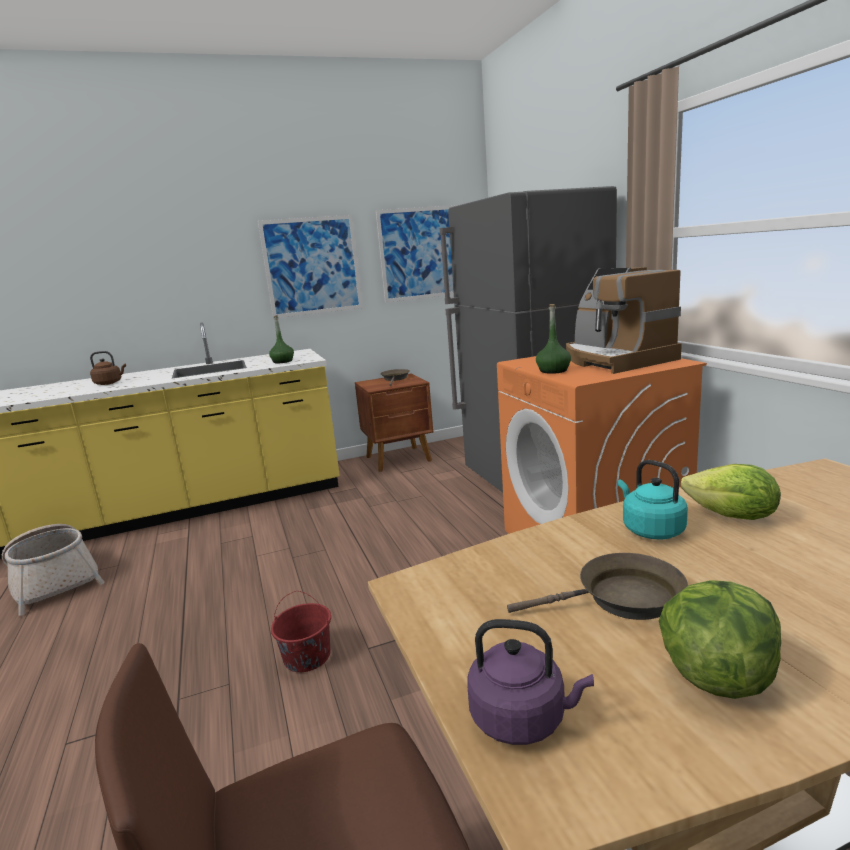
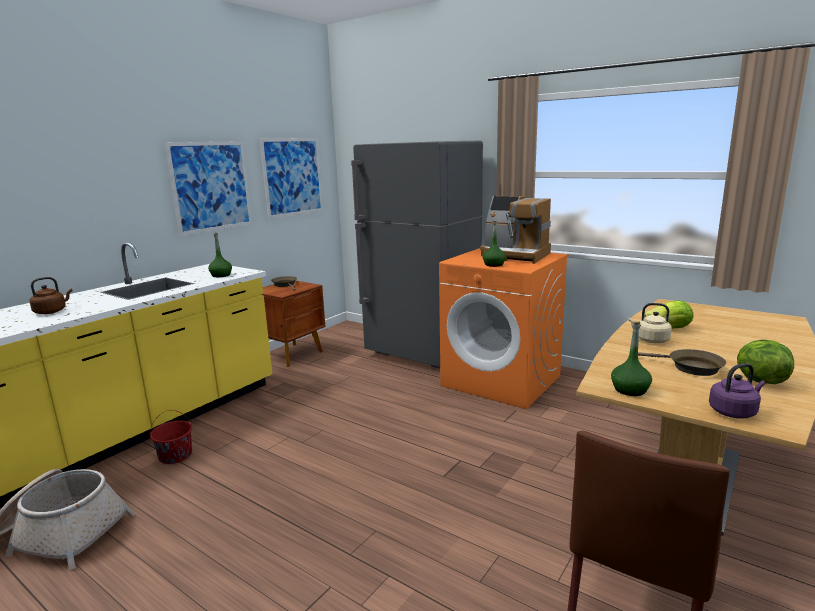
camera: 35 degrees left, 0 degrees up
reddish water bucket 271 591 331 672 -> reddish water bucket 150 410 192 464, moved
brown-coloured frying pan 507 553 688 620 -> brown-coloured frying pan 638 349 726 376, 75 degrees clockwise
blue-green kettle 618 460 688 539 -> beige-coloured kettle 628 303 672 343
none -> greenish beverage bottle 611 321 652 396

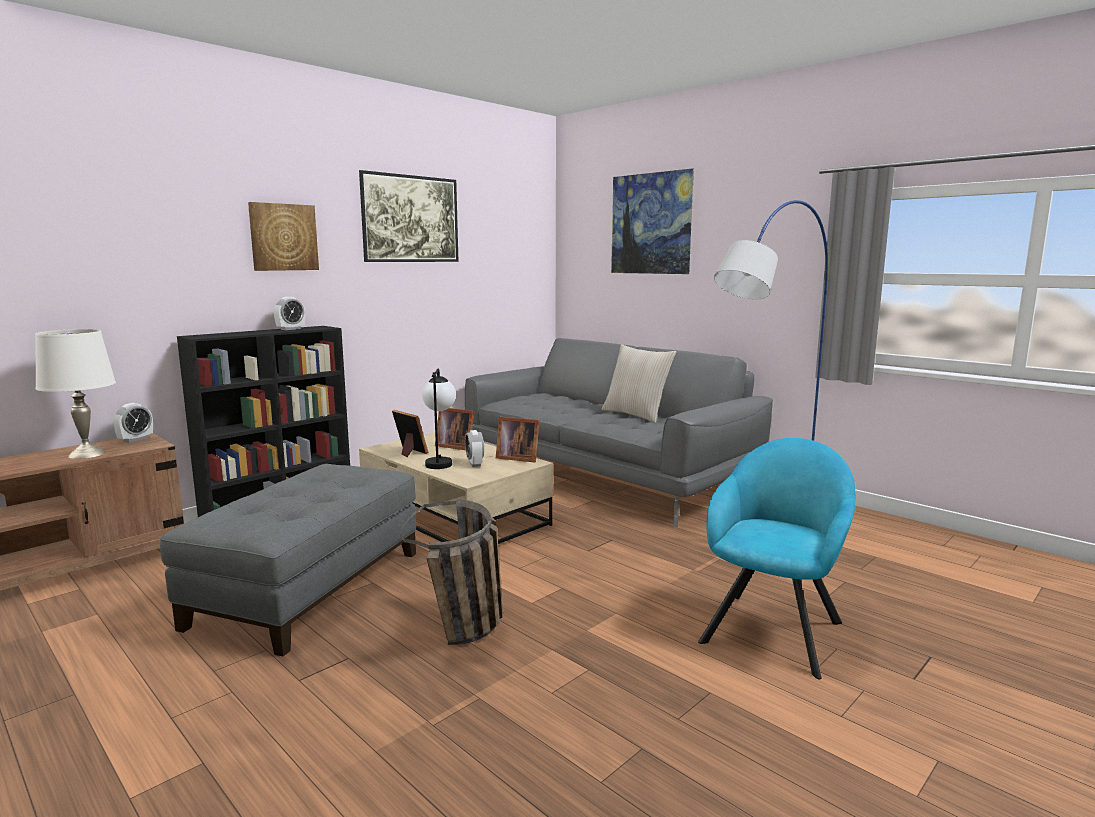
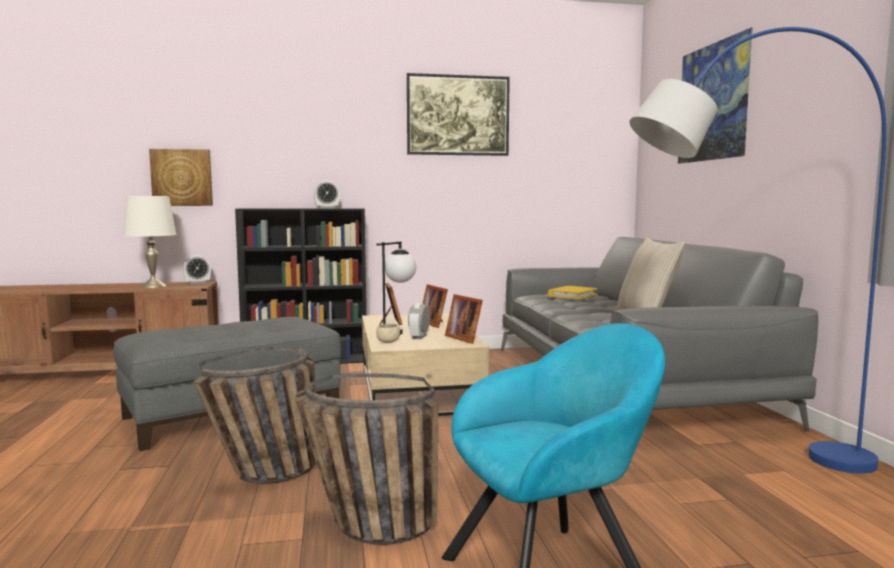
camera: 35 degrees right, 5 degrees down
wall picture 248 202 319 271 -> wall picture 149 149 213 206, moved
none -> basket 295 373 439 545
none -> beige-coloured serving bowl 376 324 400 343
none -> yellow volume 548 286 597 300

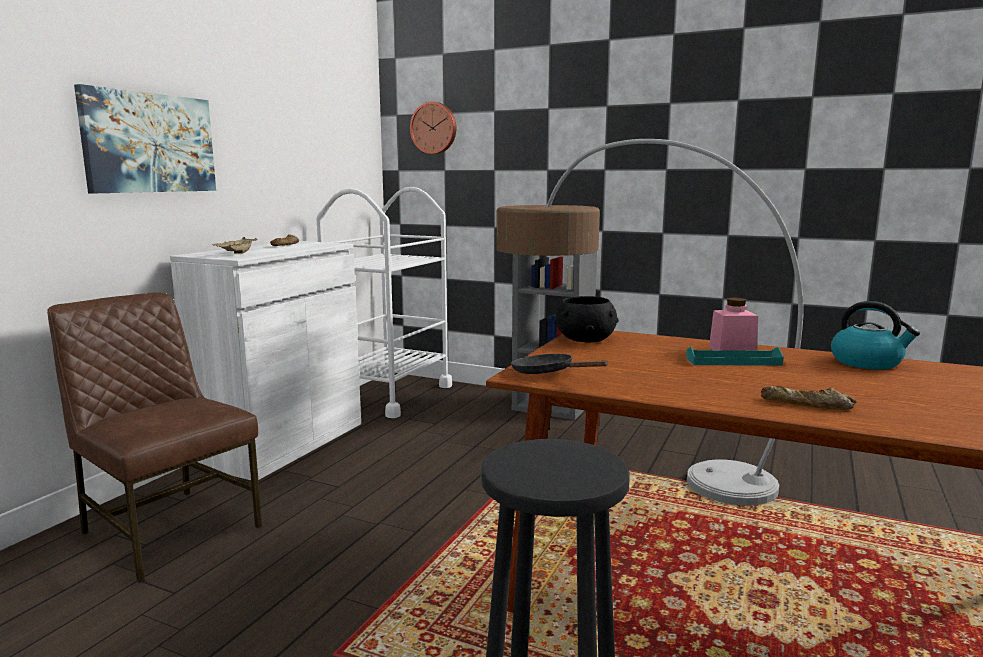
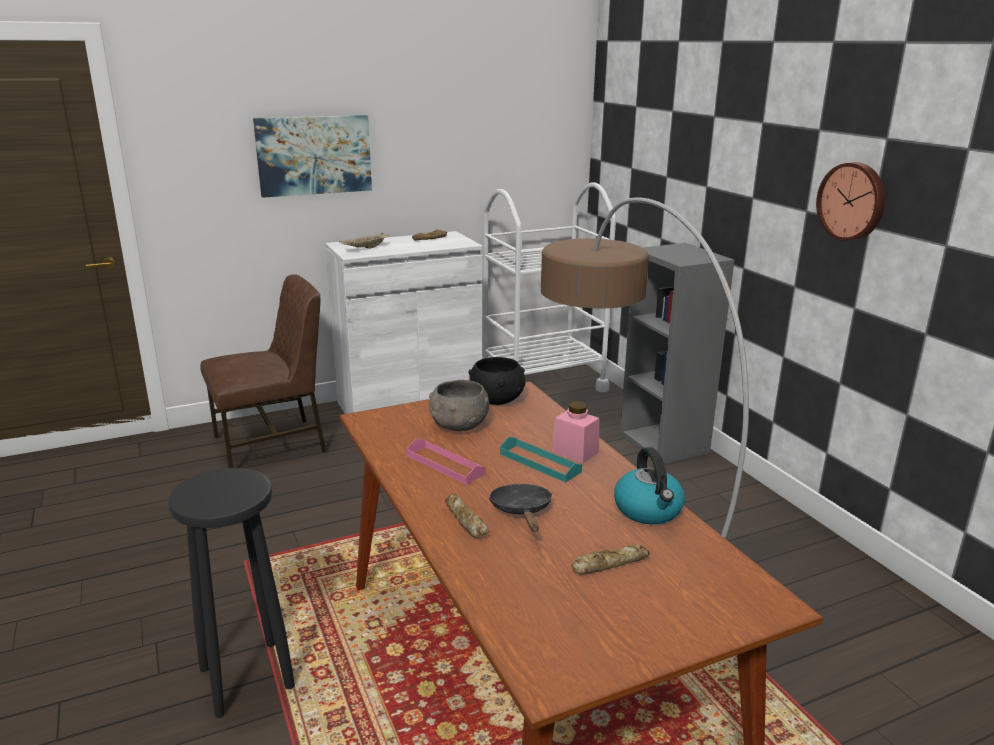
camera: 40 degrees right, 10 degrees up
brown-coloured chair 47 292 262 583 -> brown-coloured chair 200 274 327 468, 75 degrees clockwise
hanging clock 410 102 456 154 -> hanging clock 816 162 885 241, moved
black-coloured frying pan 511 353 609 374 -> black-coloured frying pan 489 484 552 532, moved
none -> pink carrying tray 406 439 485 485
none -> greyish serving bowl 429 380 489 431
none -> bakery bread 571 544 650 574

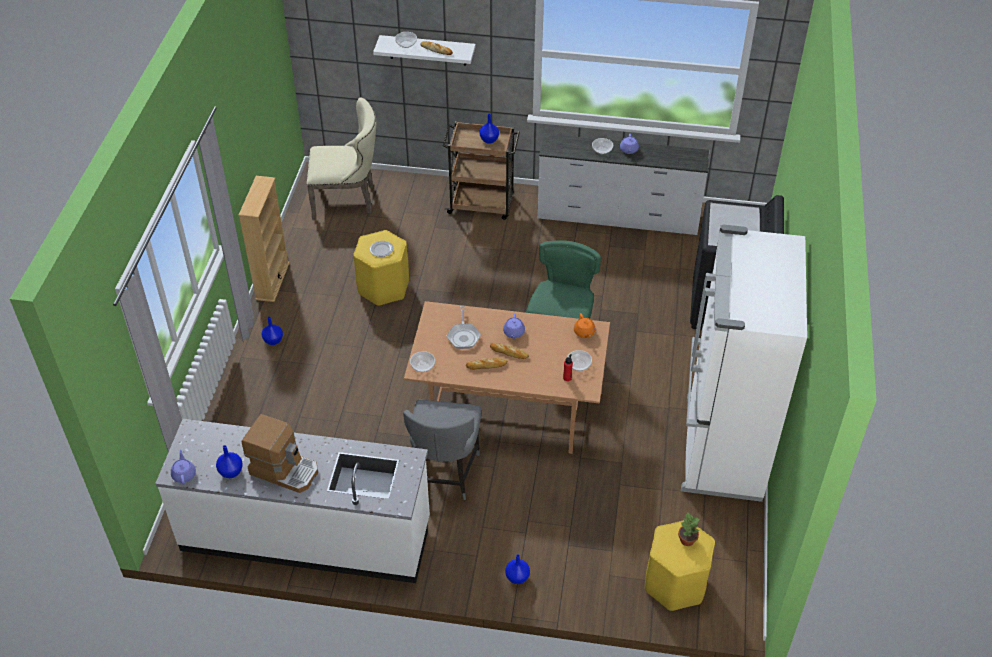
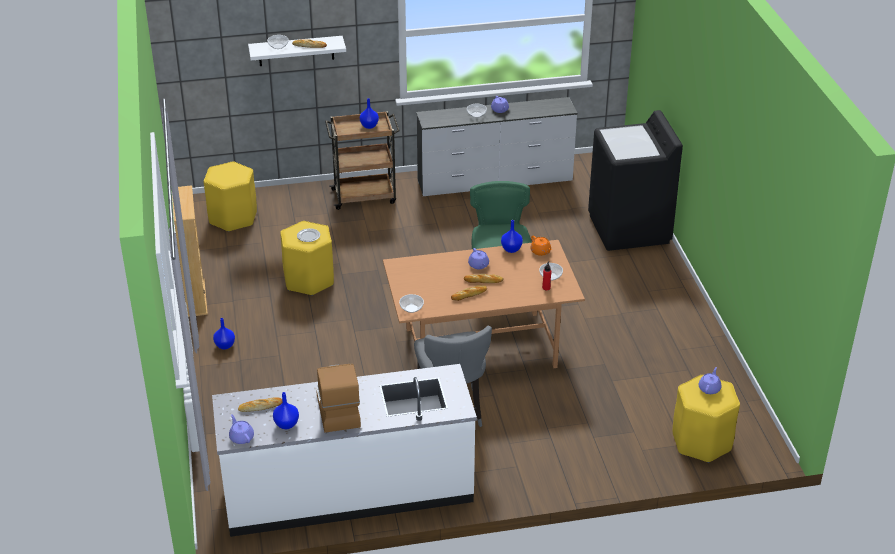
camera: 20 degrees left, 10 degrees down
coffee machine 242 414 318 493 -> coffee machine 316 364 361 433, 105 degrees counterclockwise
beige-coloured chair 307 98 376 219 -> yellow stool 204 161 257 232
frying pan 447 306 481 349 -> none
blue flower vase 505 554 530 584 -> blue flower vase 501 220 523 253, moved
plant in a pot 678 512 700 546 -> purplish tea pot 699 367 721 394
white-coloured fridge 681 225 807 502 -> none
none -> bakery bread 238 398 282 412

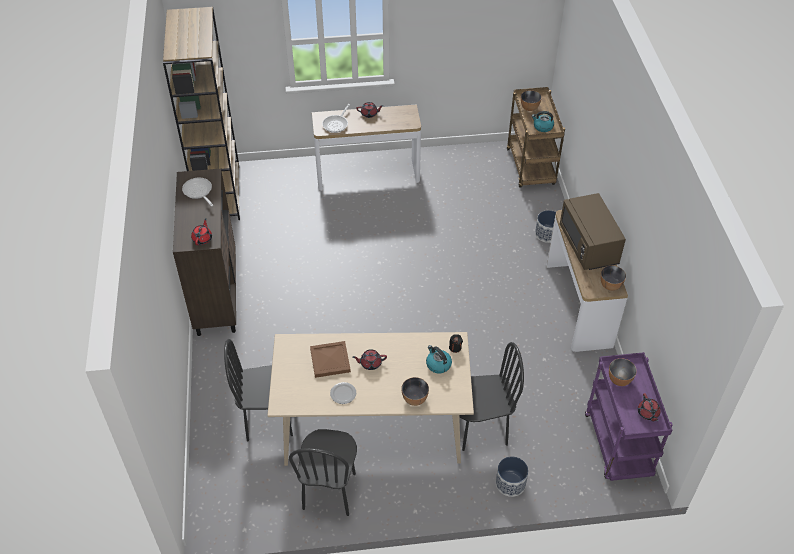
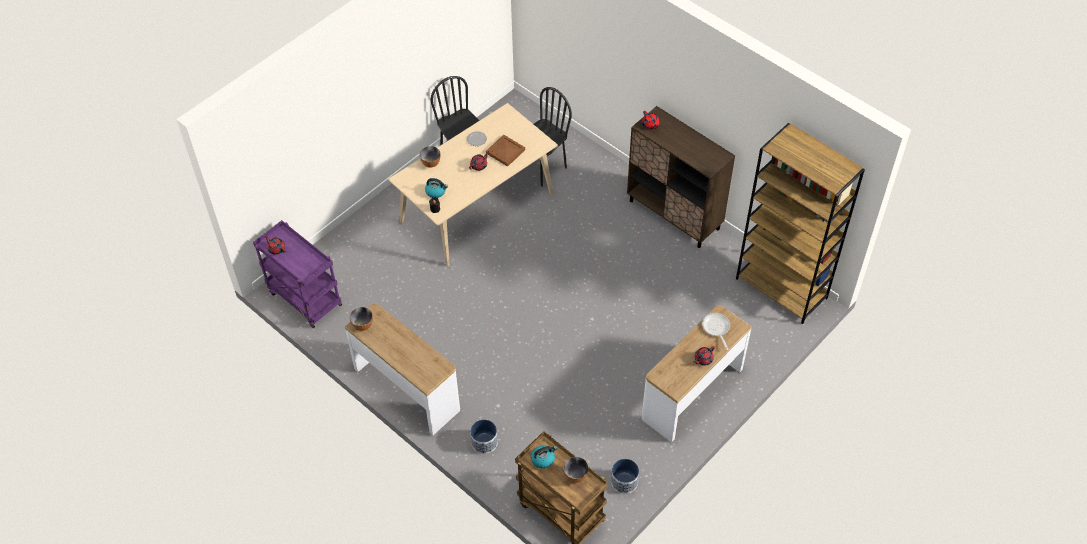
camera: 140 degrees right, 5 degrees up
frying pan 182 178 213 206 -> none
black-coloured chair 459 342 524 451 -> none
flower pot 496 456 528 497 -> flower pot 611 459 639 494, moved
brown-coloured microwave 560 193 626 270 -> none
serving bowl 609 358 637 386 -> none

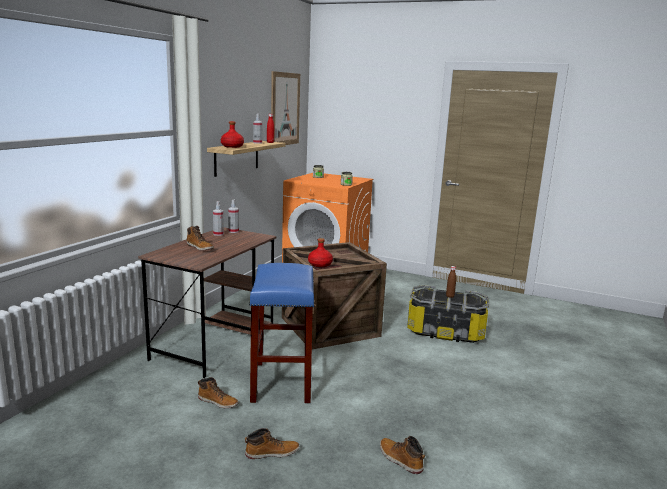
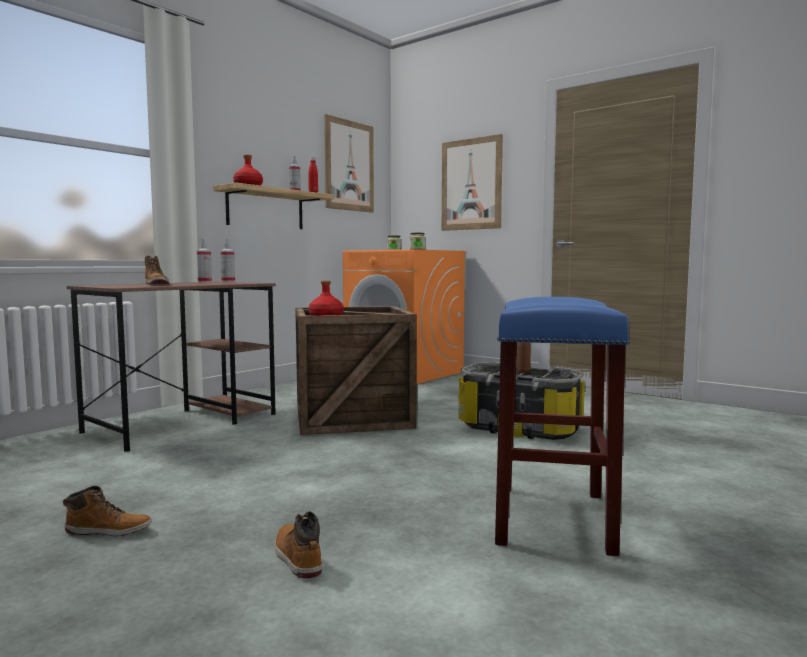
camera: 15 degrees right, 10 degrees down
tall boot 198 377 239 408 -> none
blue stool 249 263 315 403 -> blue stool 495 297 630 556, moved
none -> wall picture 442 134 503 231

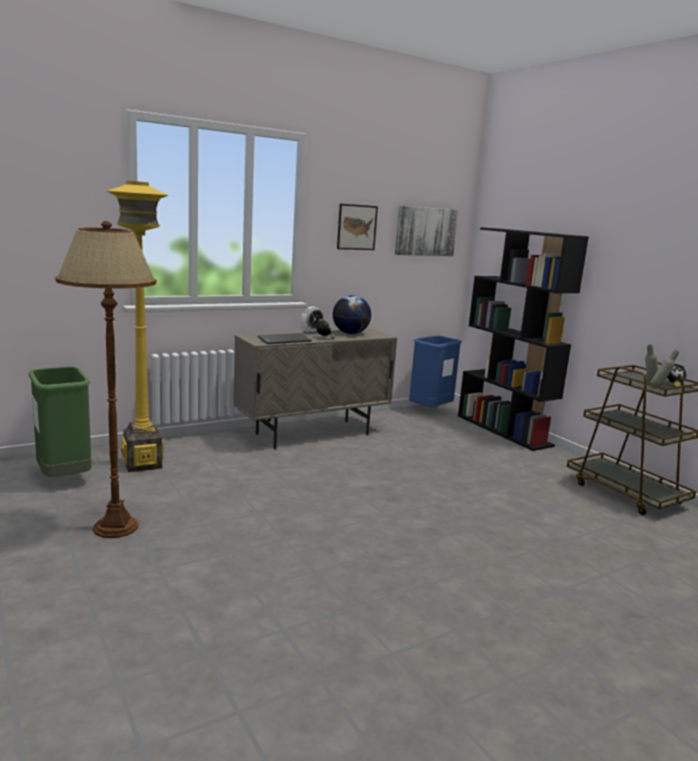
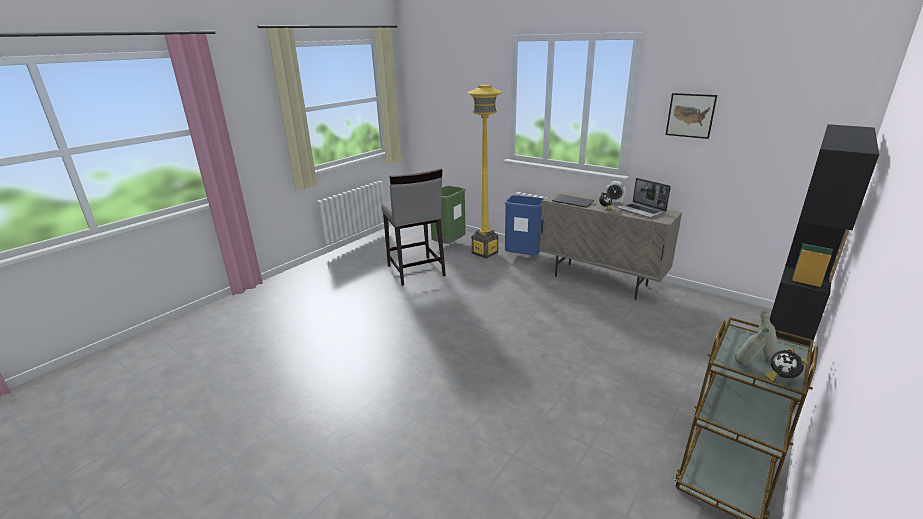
camera: 70 degrees right, 10 degrees up
brown-coloured standard lamp 55 221 156 538 -> greyish stool 381 169 446 286
globe 332 295 371 334 -> portable computer 617 178 671 218
wall picture 395 206 459 256 -> none
blue rubbish bin 409 336 462 407 -> blue rubbish bin 505 195 544 255, moved

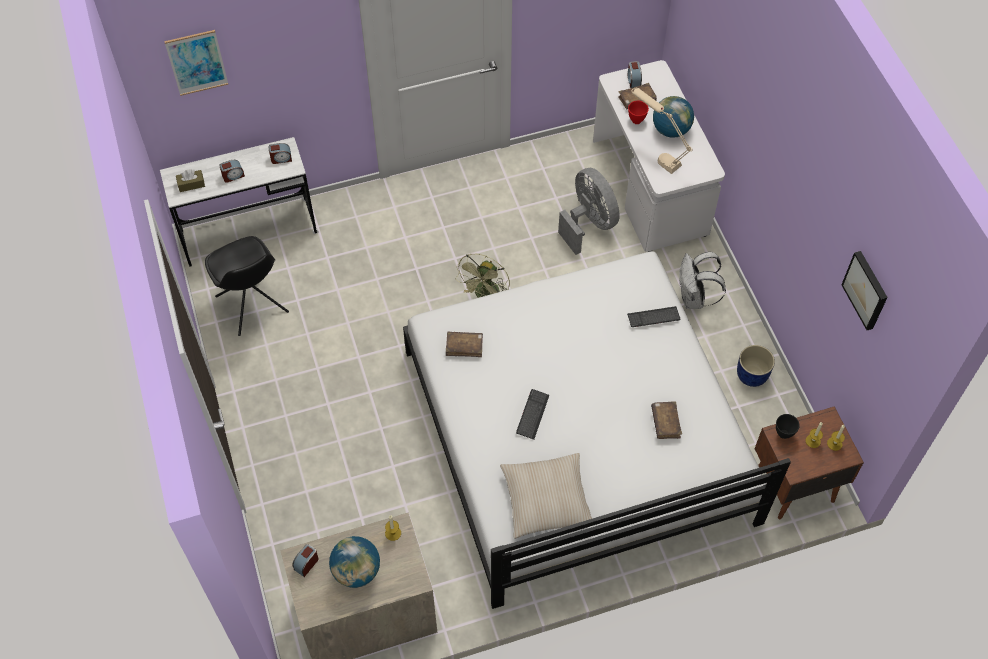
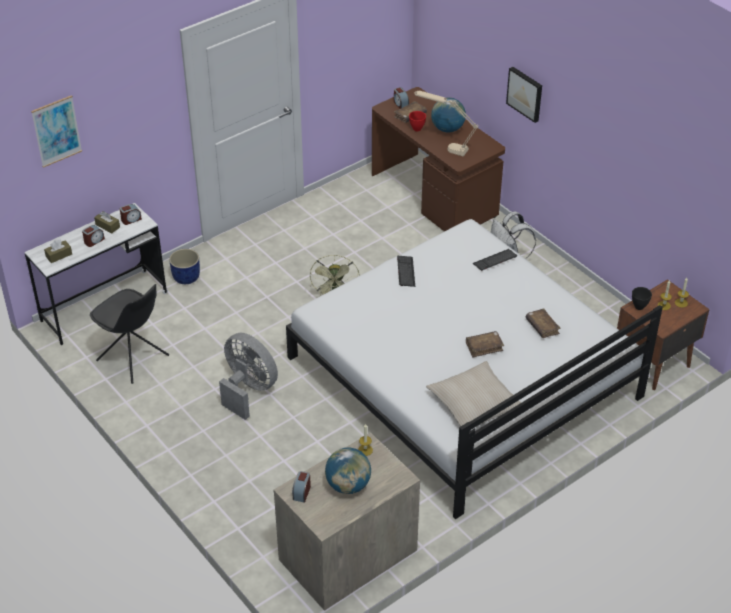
camera: 20 degrees left, 15 degrees down
brown-coloured volume 446 332 483 357 -> brown-coloured volume 466 331 504 358, moved
computer keyboard 516 389 549 440 -> computer keyboard 397 256 415 287, moved
greyish fan 558 168 620 255 -> greyish fan 219 333 278 420, moved
white-coloured desk 593 60 725 252 -> brown-coloured desk 372 87 505 232
blue flower pot 737 345 775 387 -> blue flower pot 169 249 200 284, moved
wall picture 841 251 888 330 -> wall picture 506 67 542 123, moved
none -> brown-coloured box of tissues 94 211 120 234

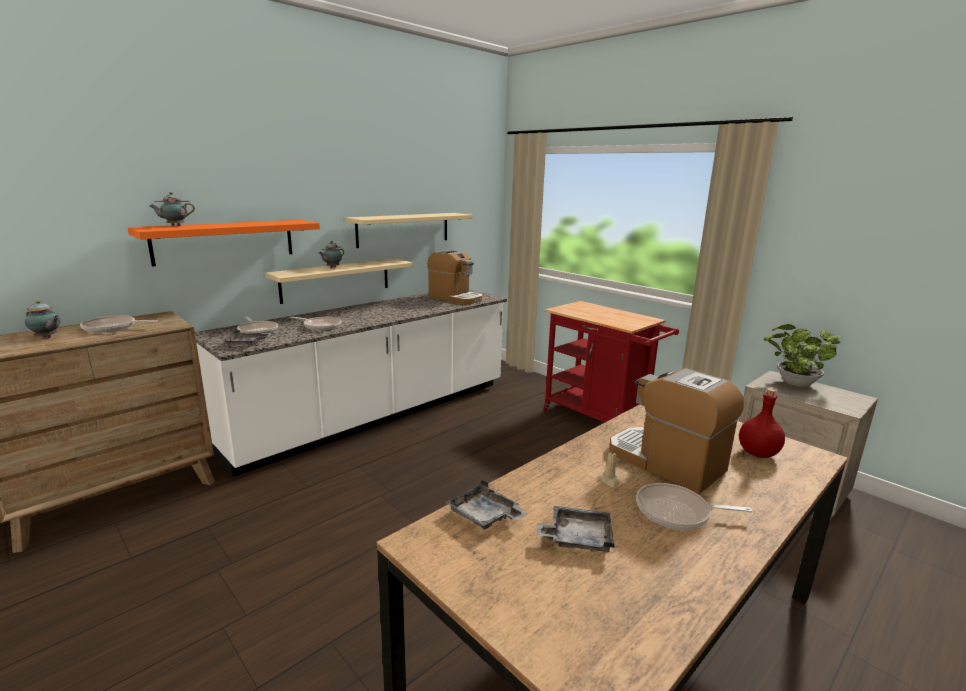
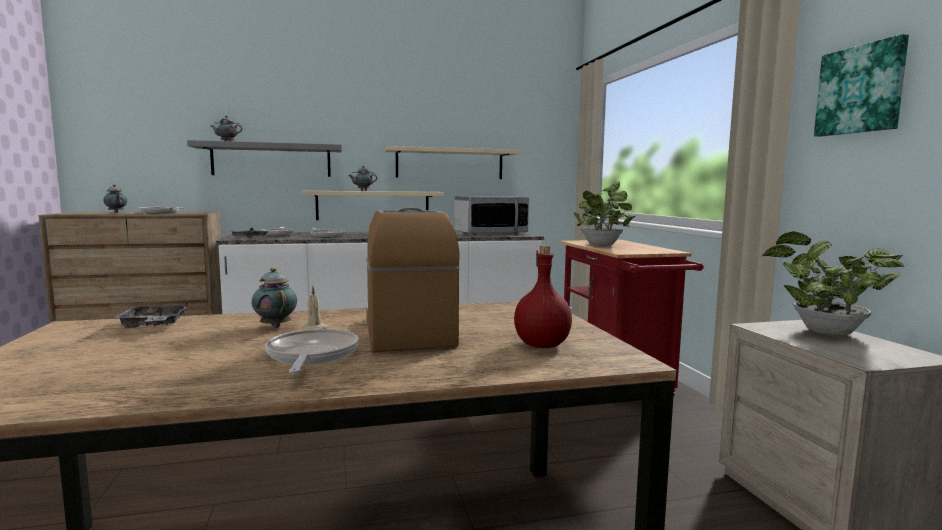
camera: 30 degrees right, 10 degrees down
orangey bracket shelf 128 220 320 266 -> greyish bracket shelf 187 140 342 177
coffee machine 427 250 482 305 -> microwave 454 196 529 235
greyish carrying tray 537 506 615 552 -> none
frying pan 636 483 752 530 -> frying pan 265 329 359 373, 45 degrees clockwise
none -> tea pot 252 267 297 328
none -> plant in a pot 574 182 636 246
none -> wall picture 814 34 909 137

